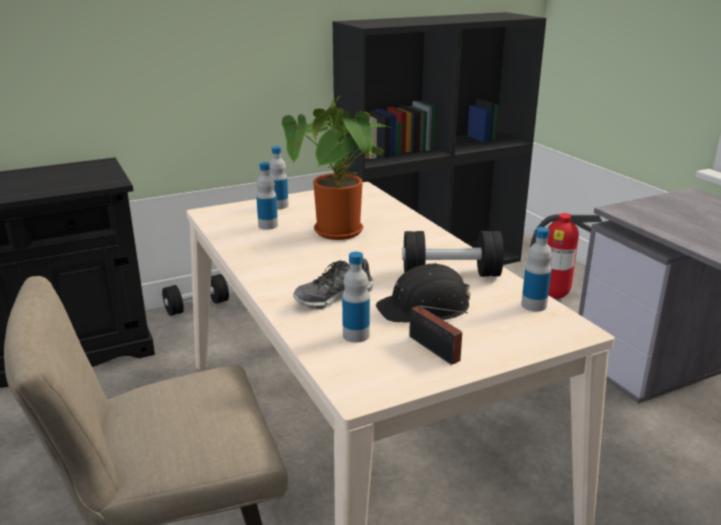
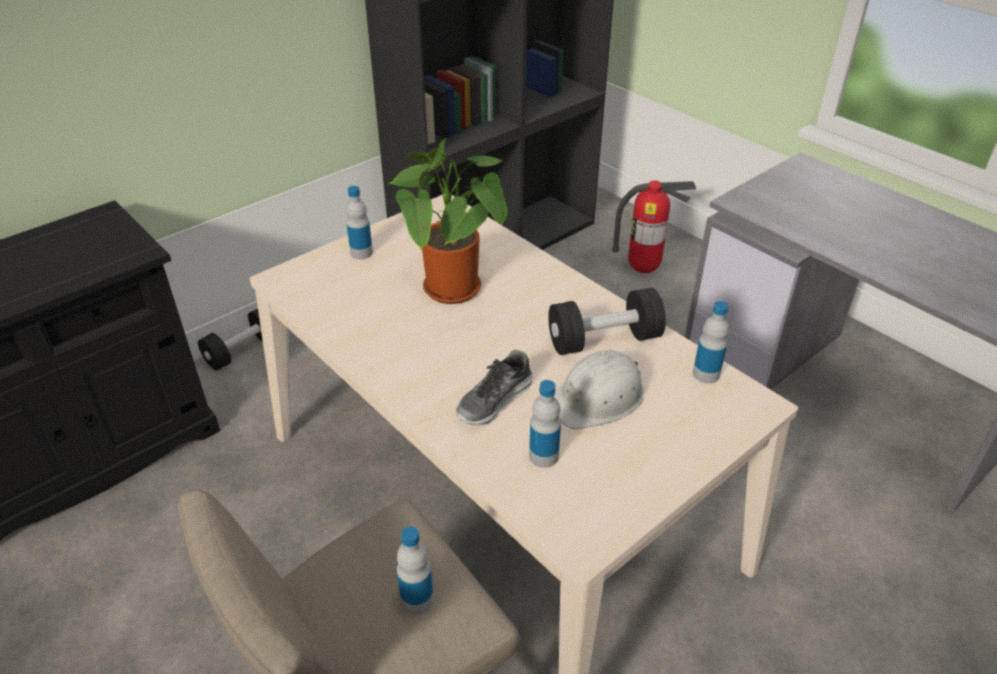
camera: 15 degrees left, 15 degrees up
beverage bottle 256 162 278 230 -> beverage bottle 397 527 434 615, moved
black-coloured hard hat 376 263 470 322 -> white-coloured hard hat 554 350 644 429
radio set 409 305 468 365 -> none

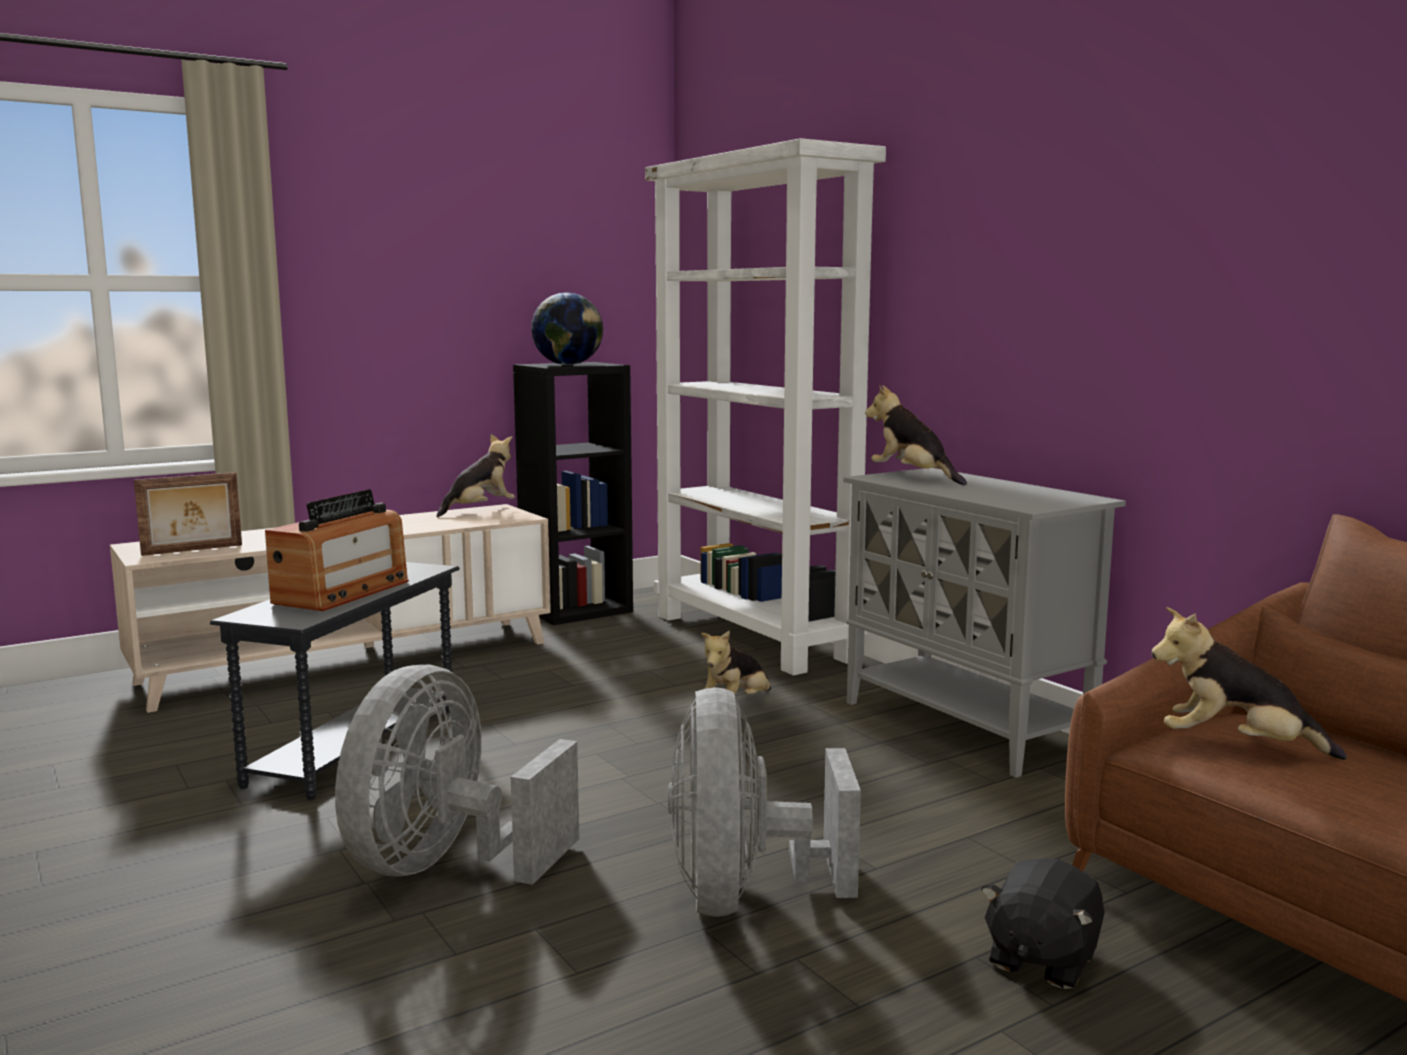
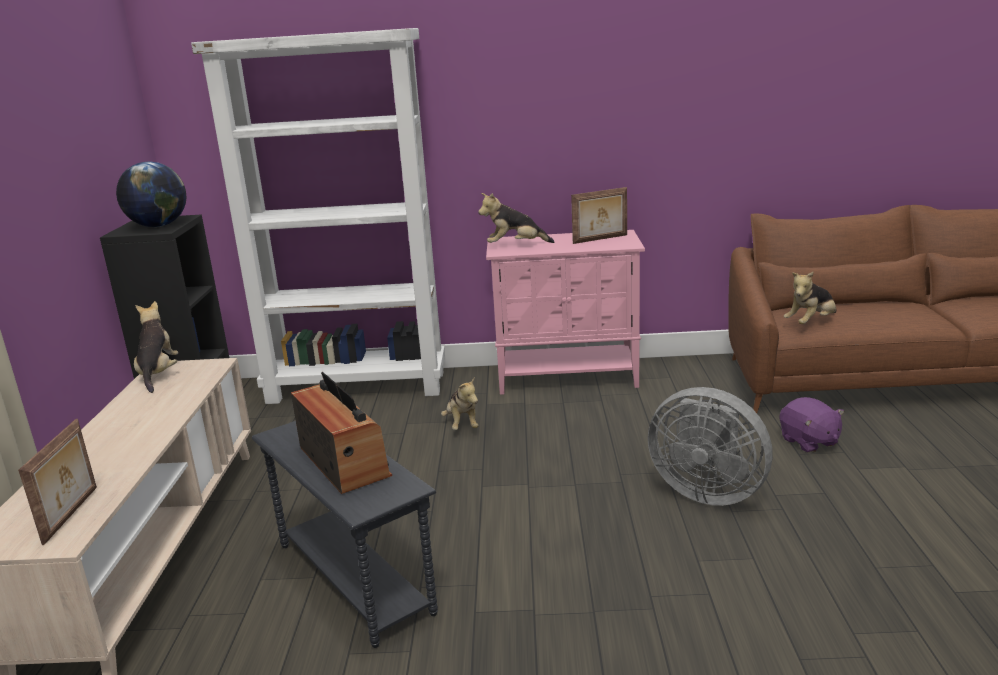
camera: 55 degrees left, 10 degrees up
greyish fan 335 664 579 885 -> none
greyish storage cabinet 843 468 1126 778 -> pink storage cabinet 486 230 645 395
black-coloured plush toy 981 858 1105 989 -> purplish plush toy 780 397 844 453
none -> standing frame 571 187 627 244

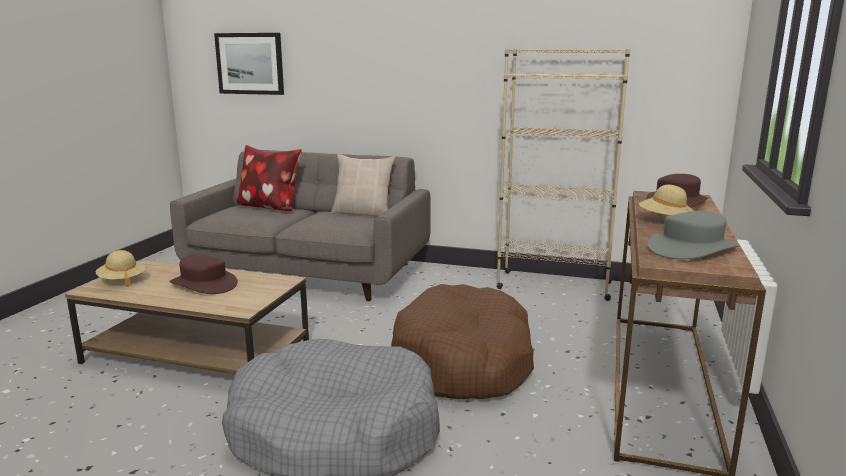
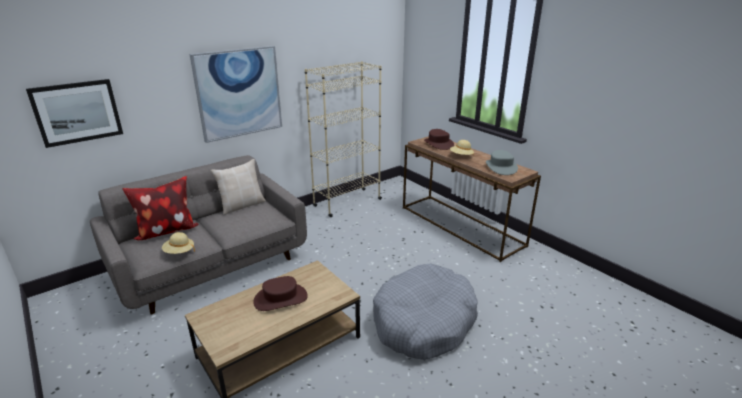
camera: 55 degrees left, 10 degrees up
beige-coloured hat 96 250 145 287 -> beige-coloured hat 162 232 195 254, moved
brown-coloured dog cushion 391 284 534 399 -> none
none -> wall picture 190 46 282 143

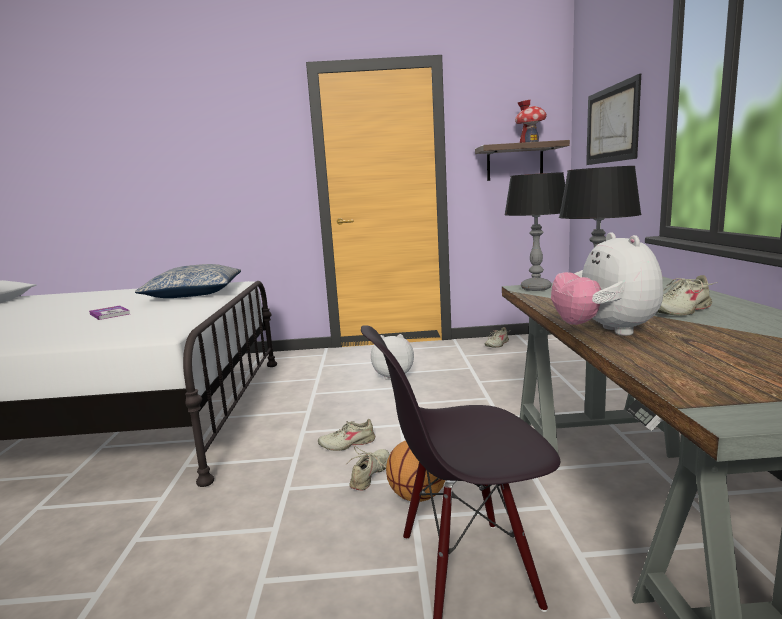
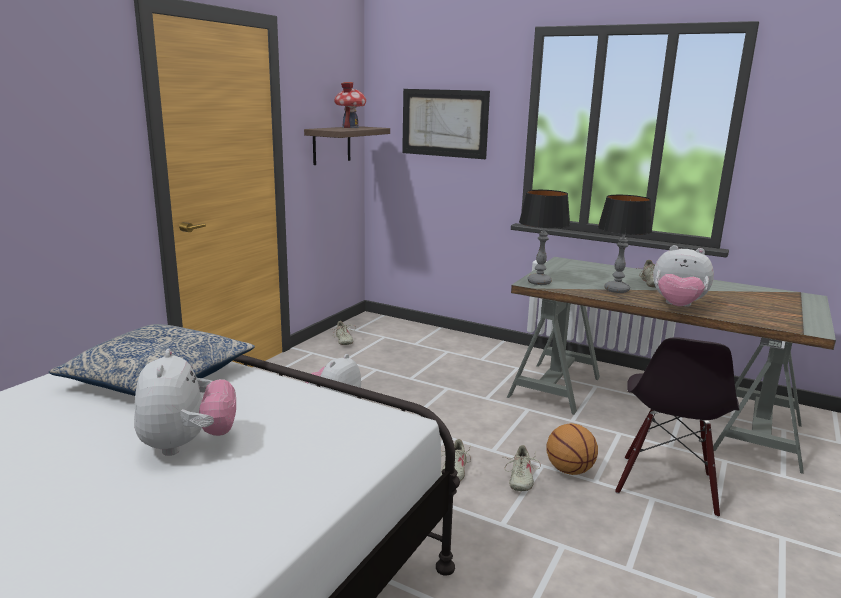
camera: 60 degrees left, 5 degrees up
volume 89 306 130 320 -> plush toy 134 349 236 456
beige-coloured low shoe 345 446 390 491 -> beige-coloured low shoe 505 445 541 491, 135 degrees counterclockwise

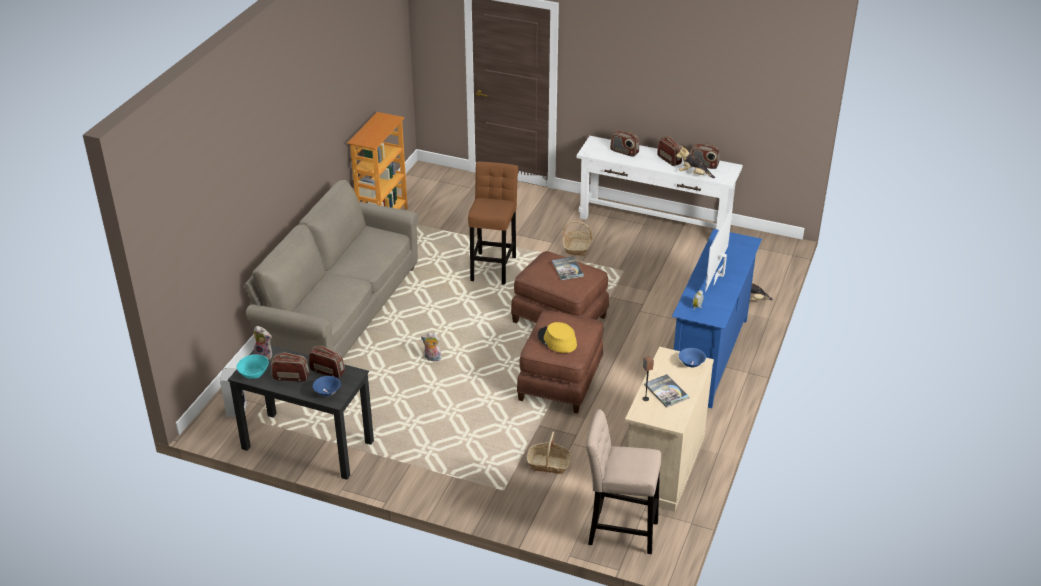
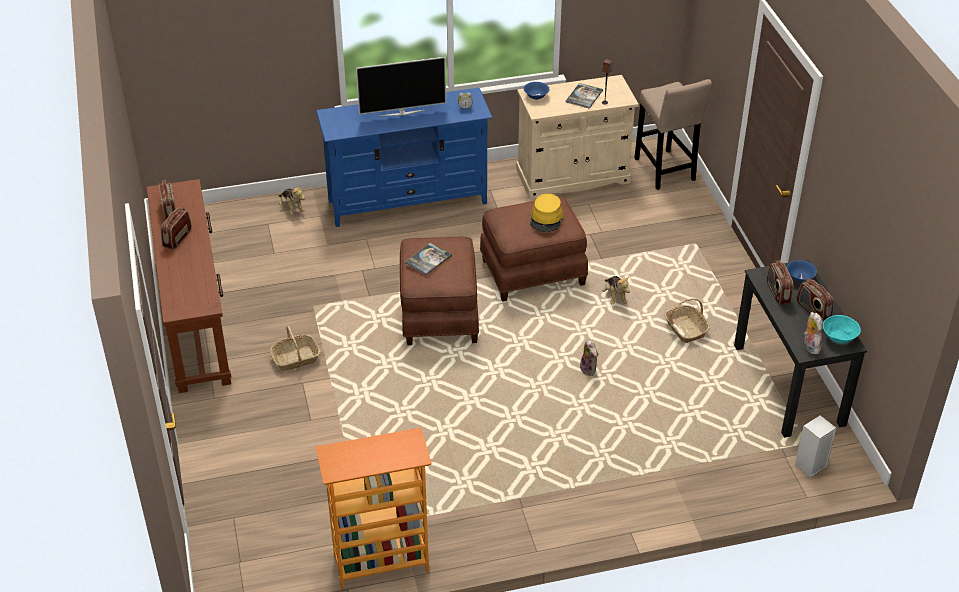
camera: 125 degrees left, 5 degrees up
beige-coloured couch 244 180 418 358 -> none
brown-coloured stool 468 162 518 285 -> none
basket 527 431 571 474 -> basket 665 298 709 343, moved
white-coloured narrow table 577 136 743 230 -> brown-coloured narrow table 146 179 231 393
radio set 610 130 639 157 -> none
plush toy 676 146 715 178 -> plush toy 602 276 630 305, moved

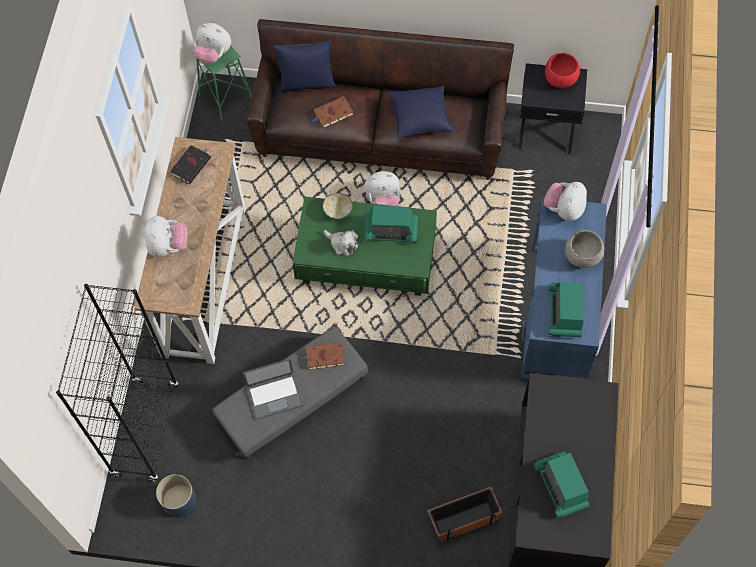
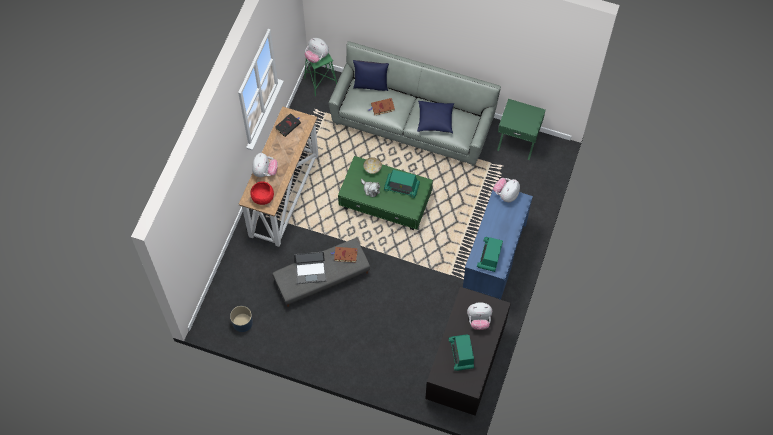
camera: 10 degrees right, 0 degrees up
black-coloured bookshelf 56 284 178 482 -> none
brown-coloured couch 247 19 514 180 -> greyish couch 329 41 501 166
plush toy 364 171 400 206 -> plush toy 467 302 492 330, moved
flower pot 427 487 502 542 -> none
black-coloured accent table 519 63 587 155 -> greenish accent table 497 99 546 160
reddish serving bowl 545 53 580 88 -> reddish serving bowl 250 181 274 205, moved
greyish serving bowl 565 230 604 268 -> none

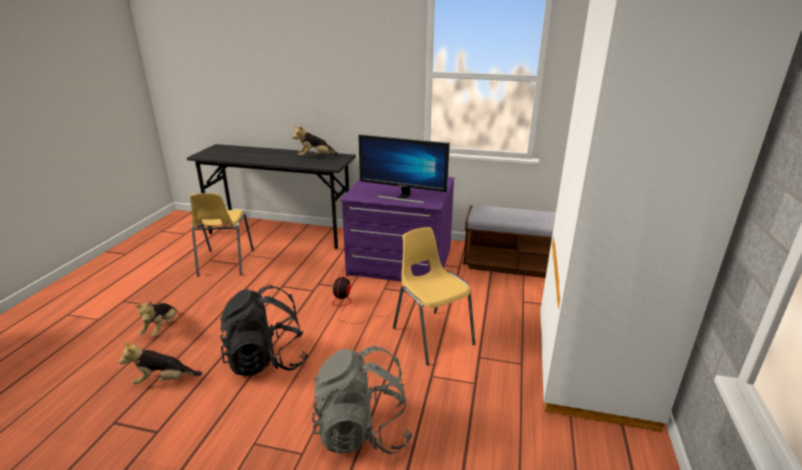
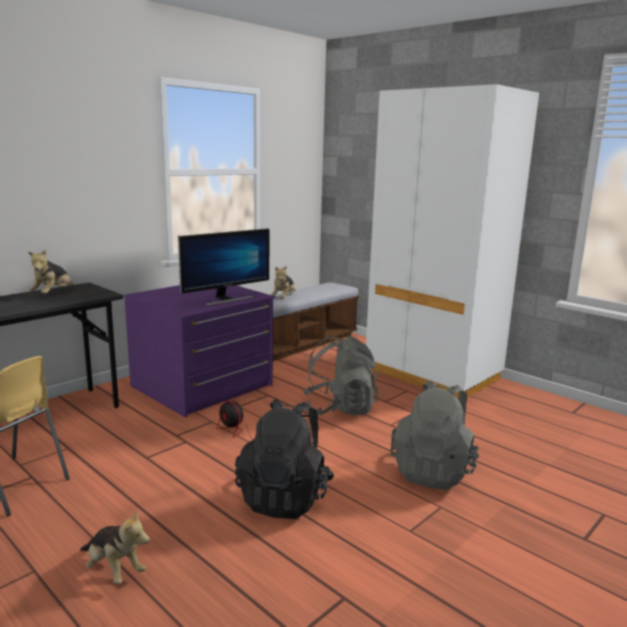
camera: 60 degrees left, 10 degrees down
plush toy 119 342 202 384 -> plush toy 271 266 296 298, moved
yellow chair 393 227 475 365 -> greyish rucksack 303 335 378 415

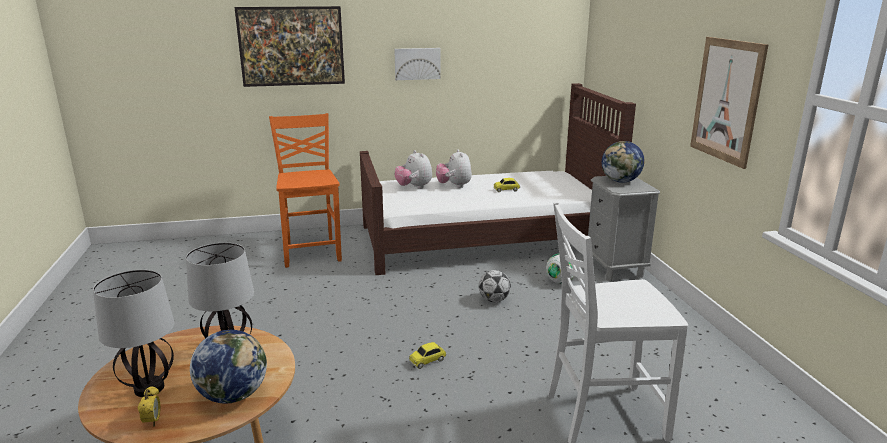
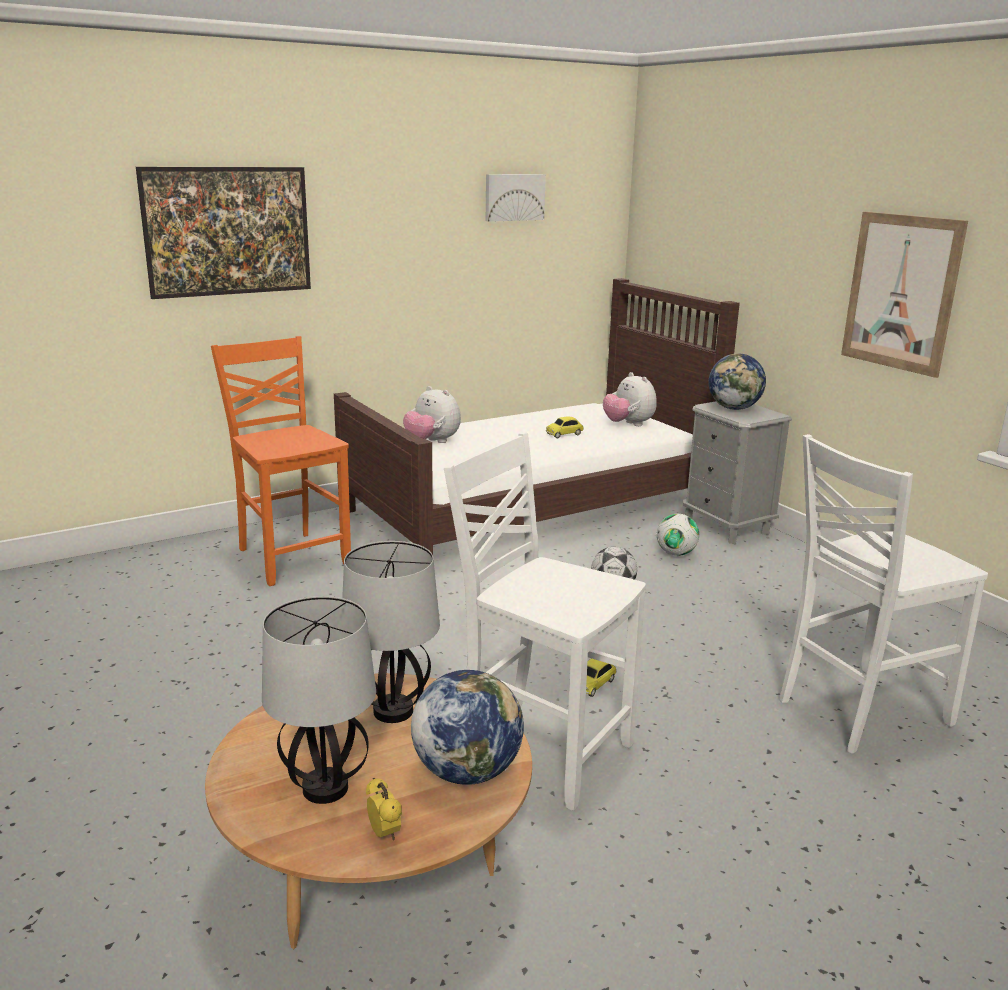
camera: 20 degrees left, 0 degrees up
wall picture 394 48 441 80 -> wall picture 486 174 546 222, moved
plush toy 436 149 472 188 -> plush toy 603 372 657 426, moved
none -> white-coloured chair 444 433 646 811

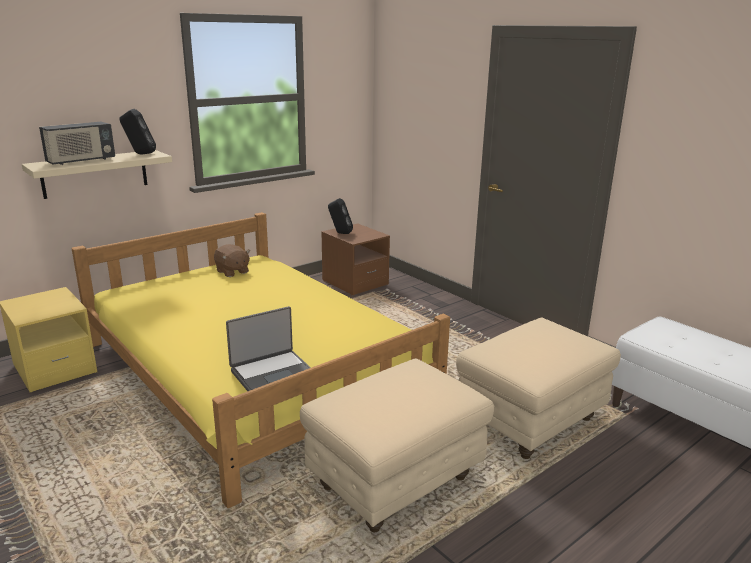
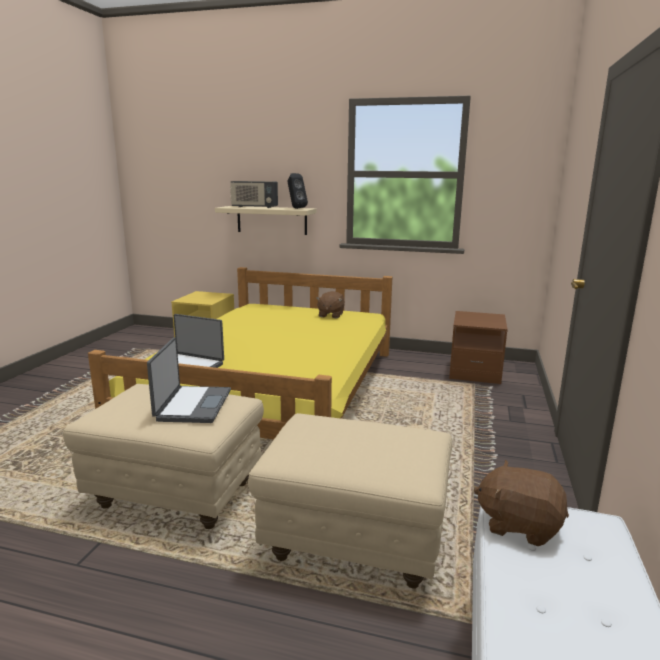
camera: 55 degrees right, 5 degrees down
black-coloured audio speaker 328 198 353 234 -> none
none -> portable computer 147 337 231 423
none -> brown-coloured plush toy 474 460 569 546

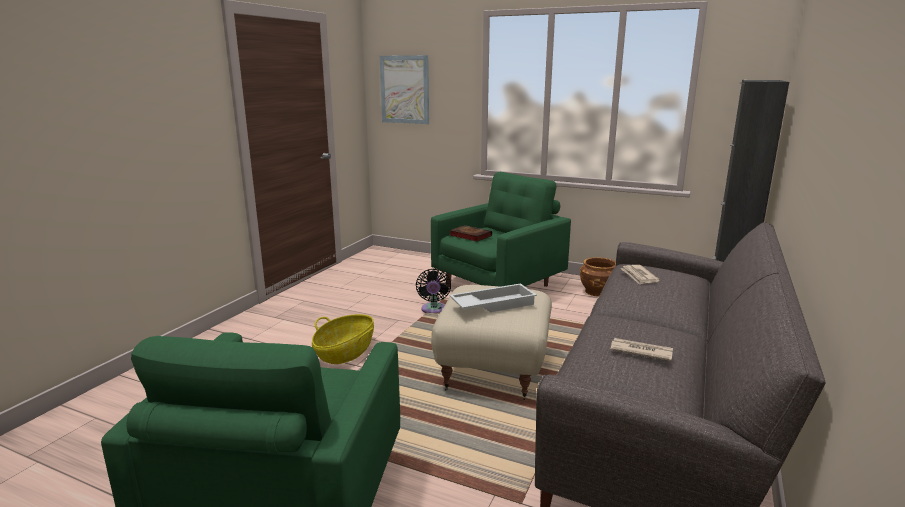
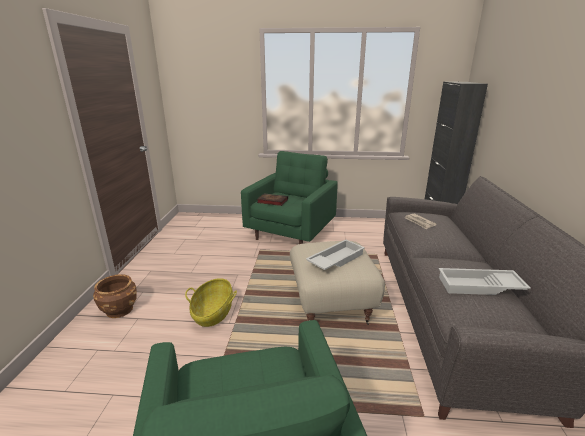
camera: 20 degrees left, 5 degrees up
wall picture 380 55 429 124 -> none
black-coloured fan 416 269 451 313 -> none
brown-coloured flower pot 580 257 616 297 -> brown-coloured flower pot 93 274 137 318, moved
daily paper 610 338 673 361 -> white-coloured carrying tray 439 268 531 295

